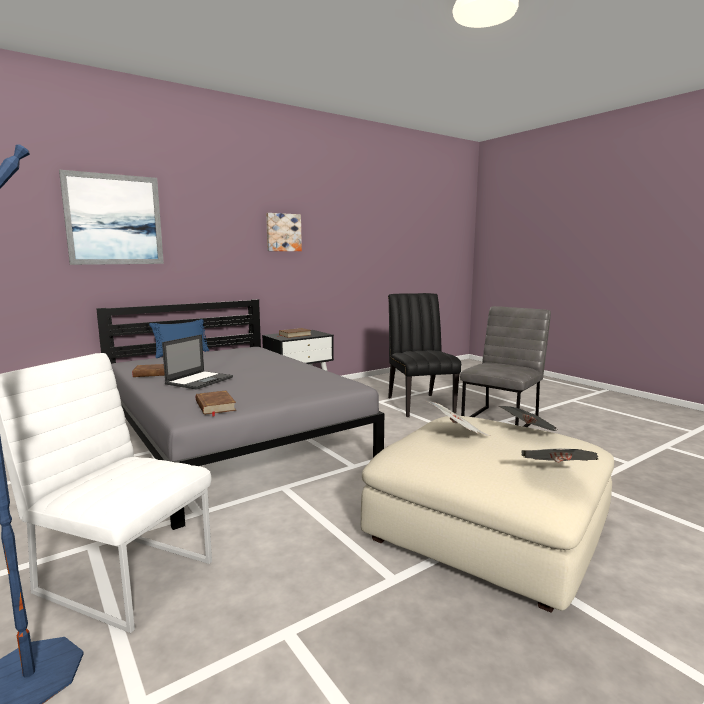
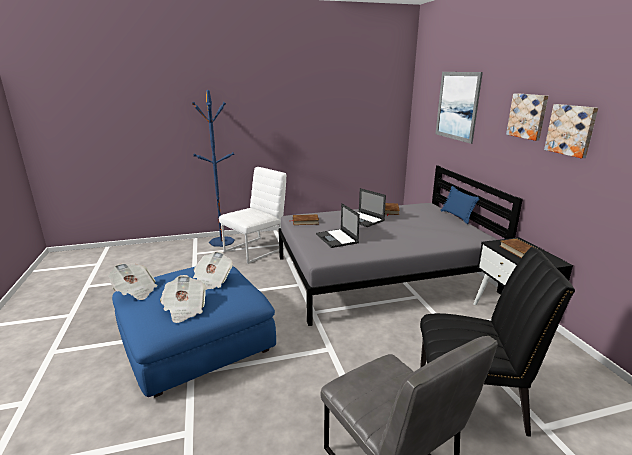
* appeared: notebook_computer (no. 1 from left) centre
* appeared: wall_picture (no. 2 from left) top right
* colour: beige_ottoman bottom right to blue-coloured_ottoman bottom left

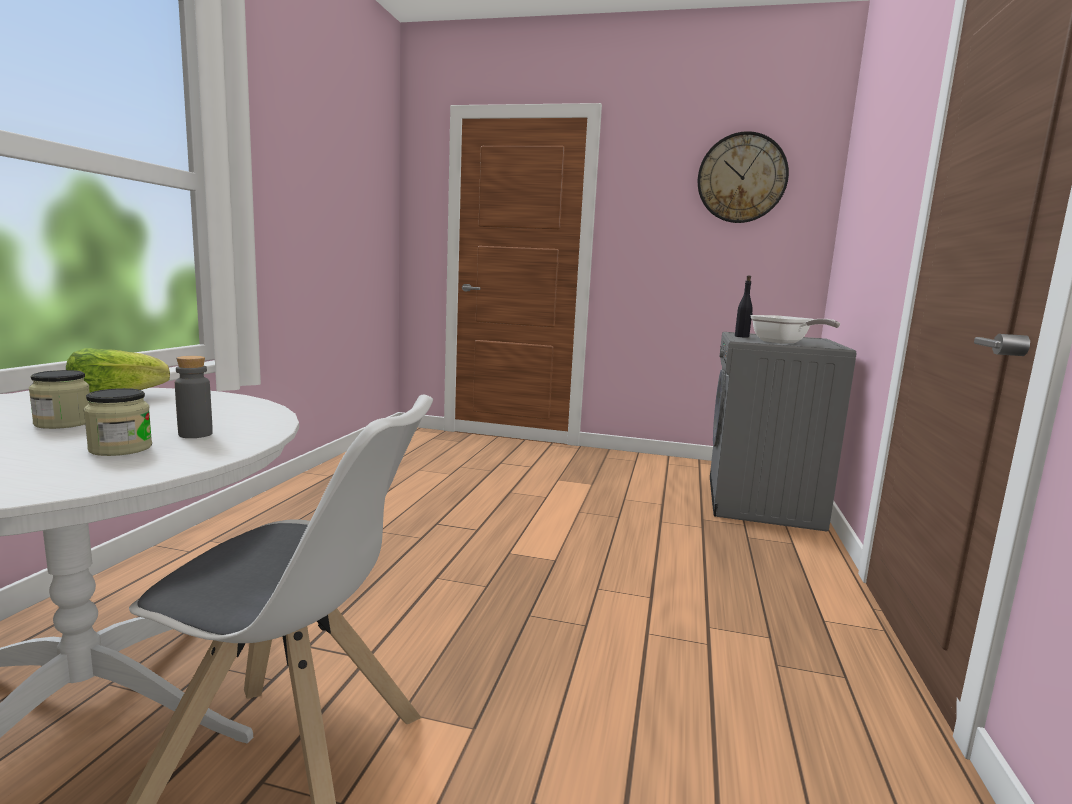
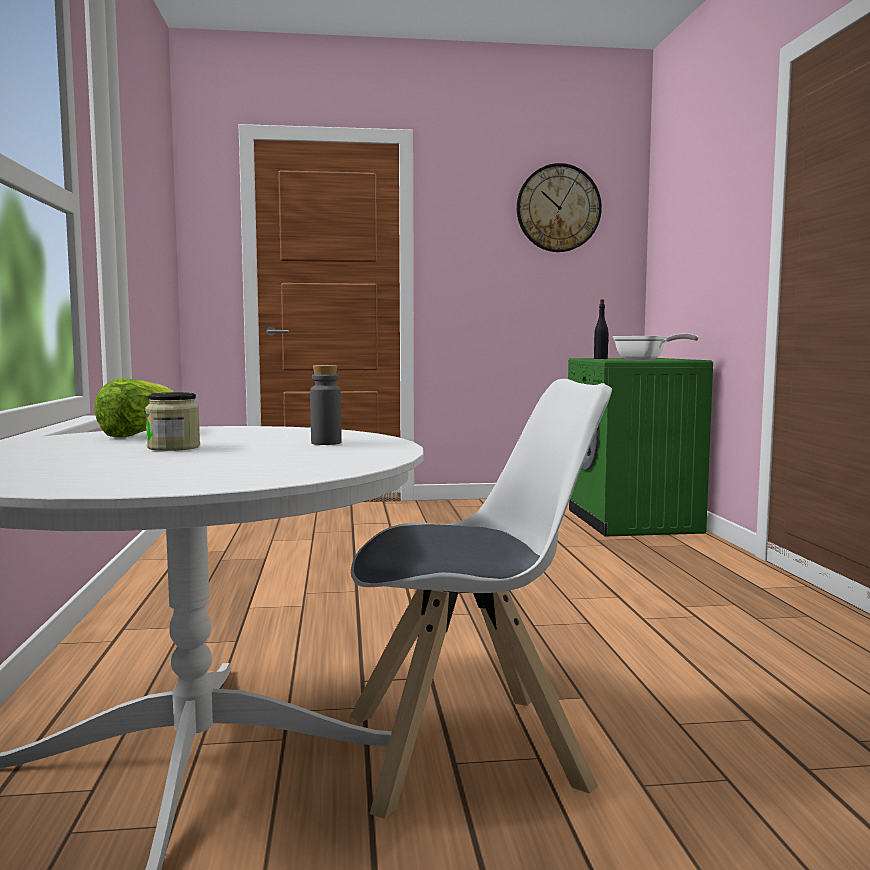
* missing: jar (no. 2 from left) middle left
* colour: gray_washing_machine middle right to green_washing_machine middle right

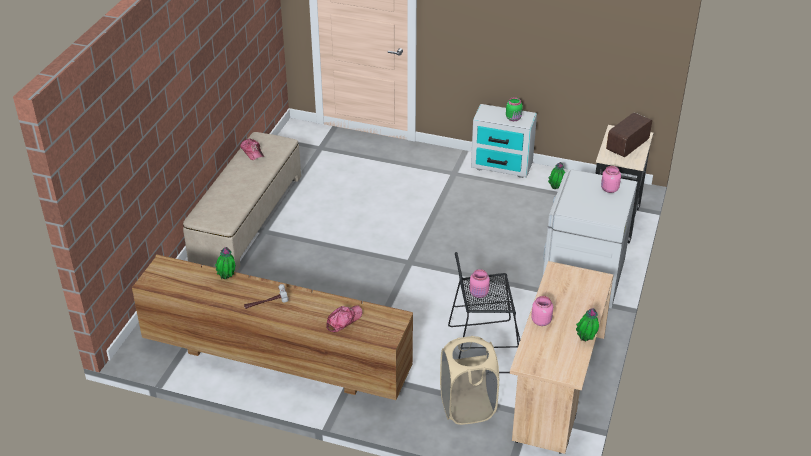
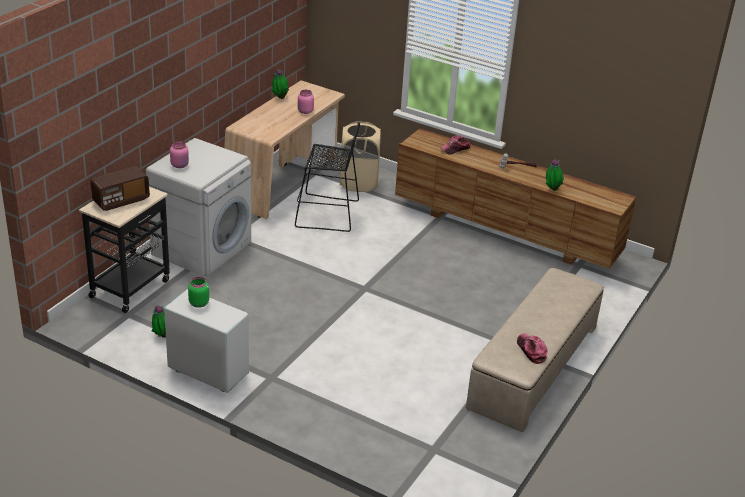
* missing: pink-coloured_jar (no. 1 from left) centre

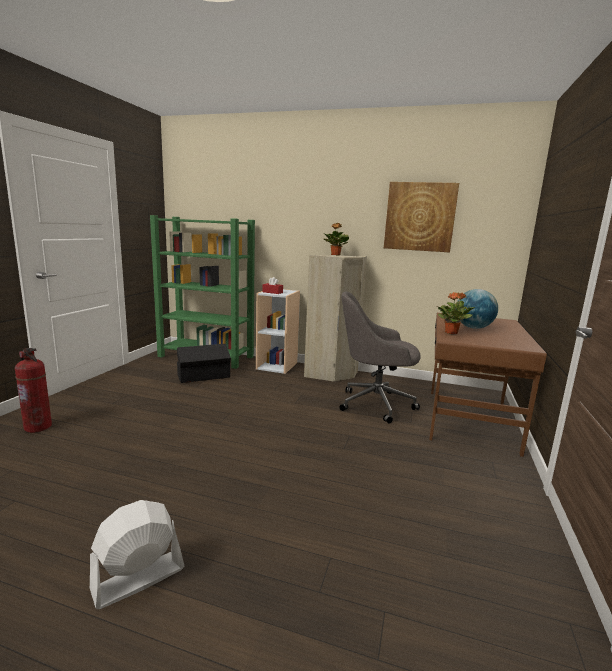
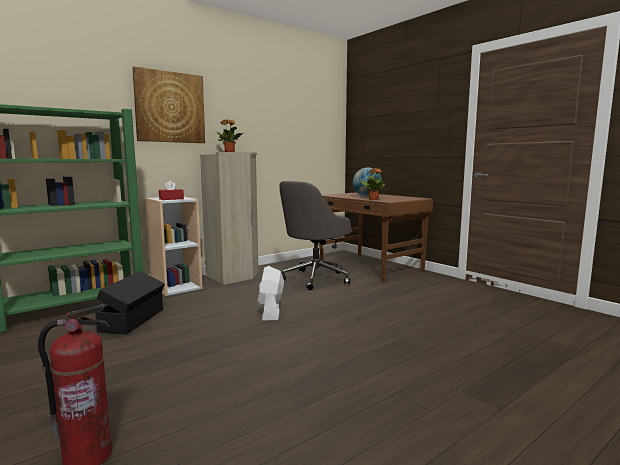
* relocated: white_cooling_fan bottom left to centre
* relocated: wall_picture top right to top left

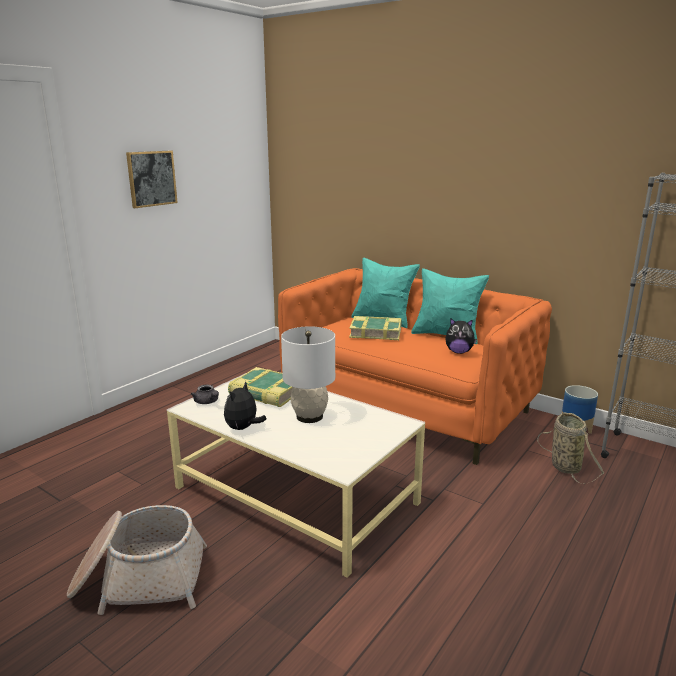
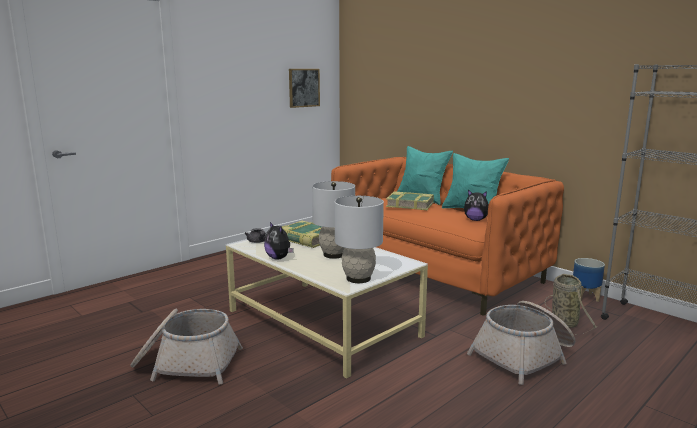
* appeared: white_tabletop_lamp (no. 2 from left) centre
* appeared: storage_basket (no. 2 from left) bottom right
* relocated: wall_picture top left to top centre
* spun: soft_toy (no. 1 from left) centre = centre 75 degrees counterclockwise

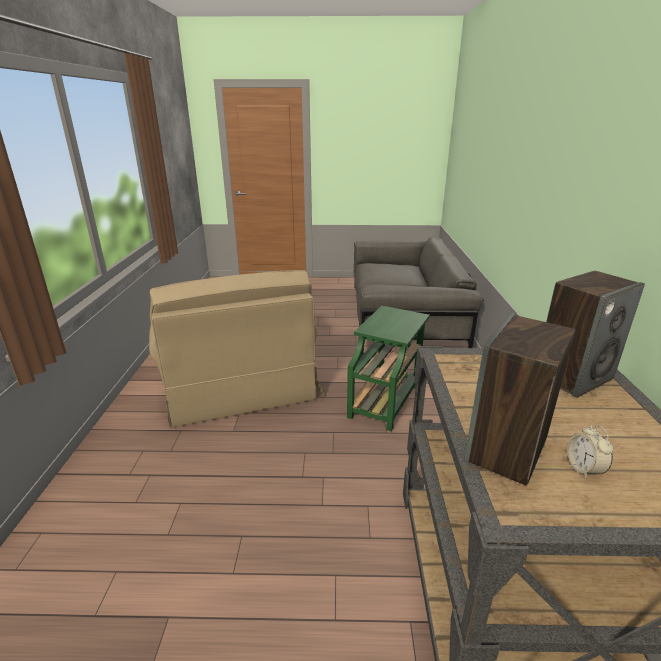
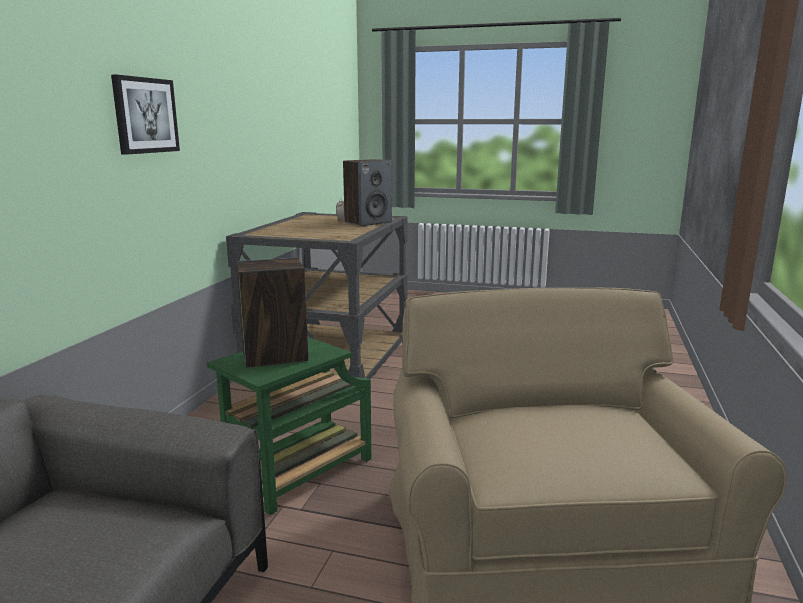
* appeared: wall_picture top left
* relocated: speaker (no. 2 from left in the first image) middle right to speaker (no. 1 from left) centre

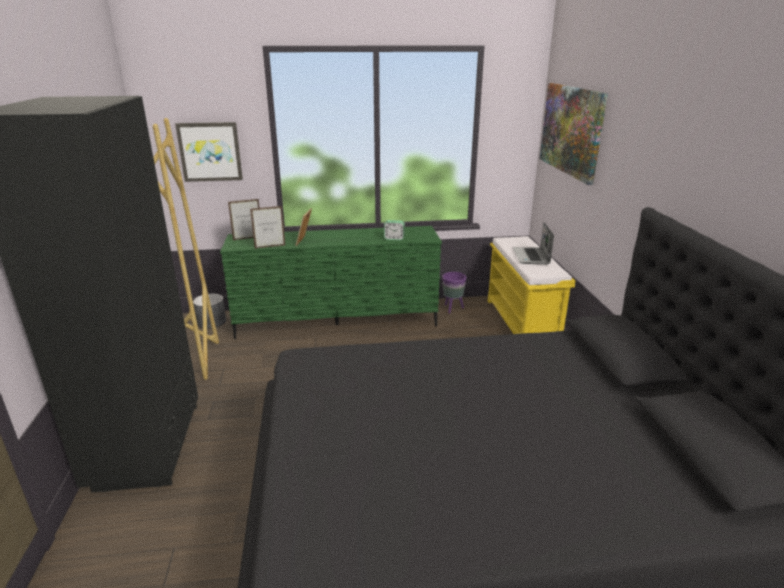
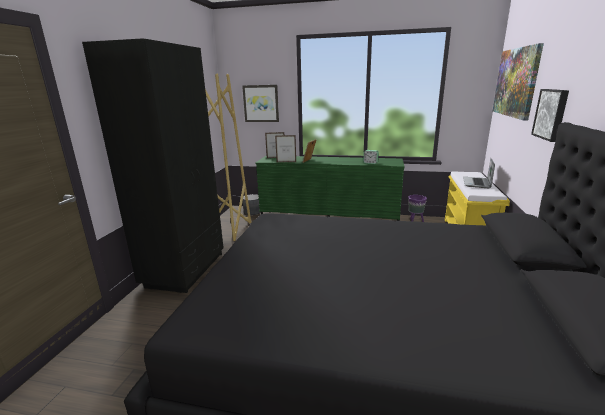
* appeared: wall_picture (no. 3 from left) top right

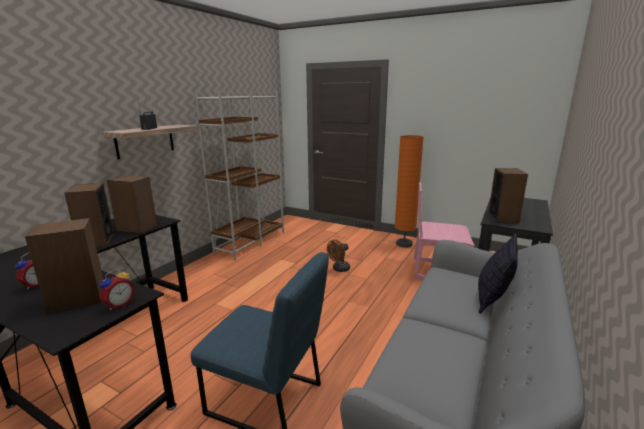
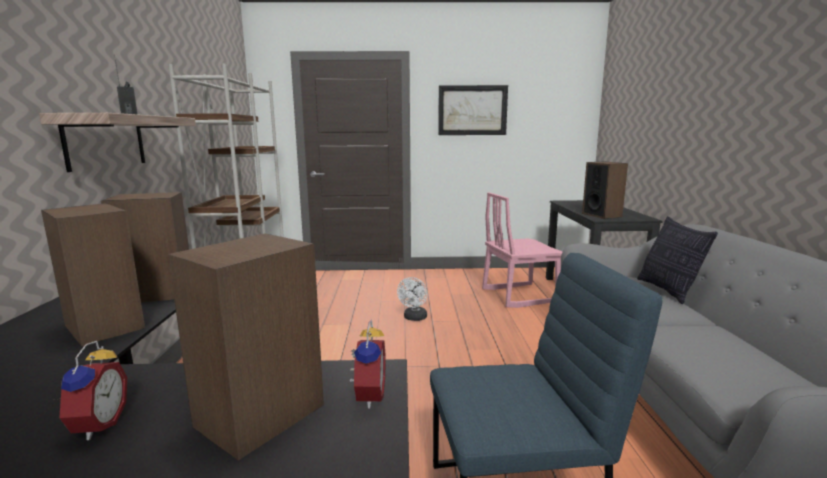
* missing: orange_standing_lamp centre
* appeared: wall_picture top centre
* colour: brownish_cooling_fan centre to white_cooling_fan centre

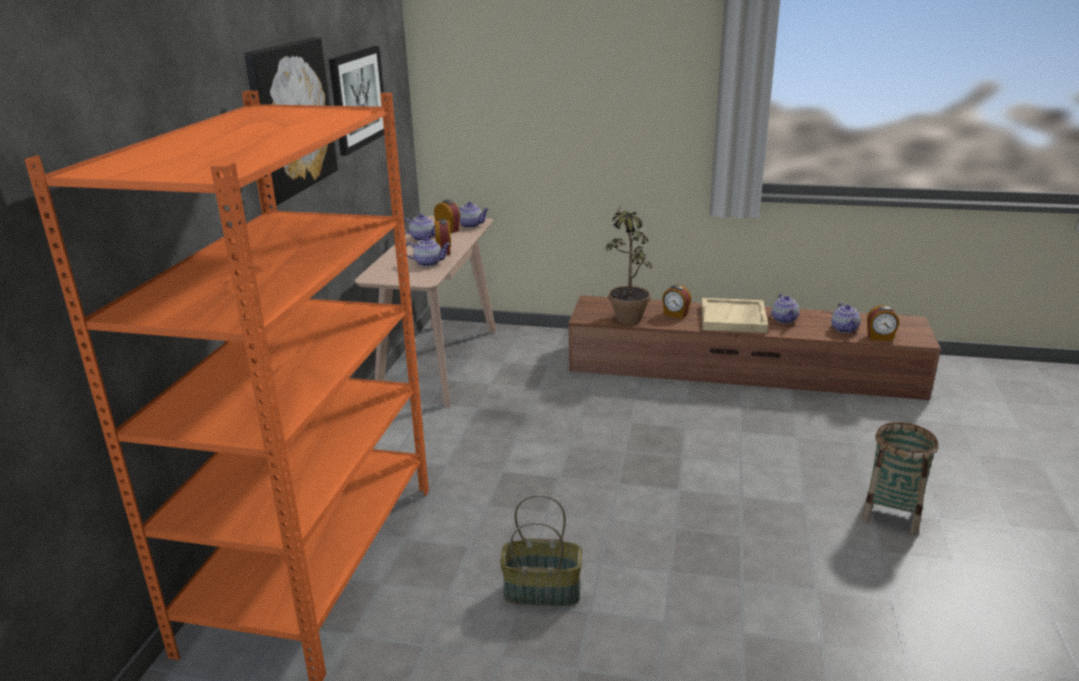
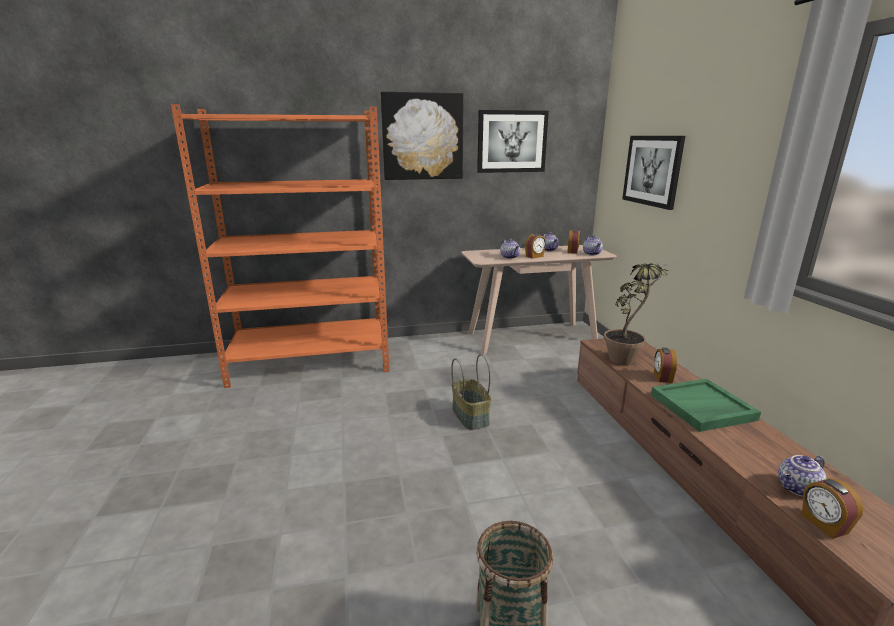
* missing: pot_for_tea (no. 4 from left) middle right
* appeared: wall_picture (no. 3 from left) top right
* relocated: storage_basket (no. 1 from left) bottom centre to centre
* colour: beige_carrying_tray middle right to green_carrying_tray middle right

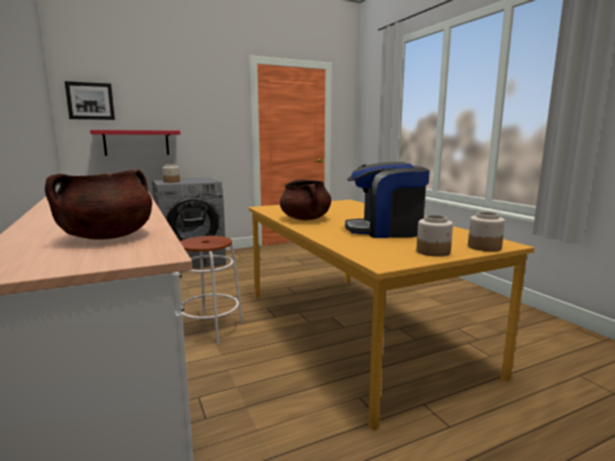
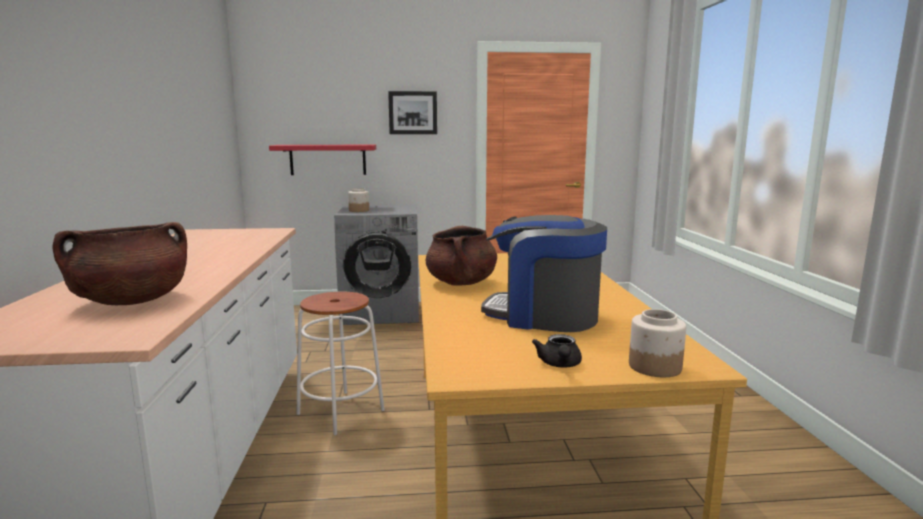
* relocated: wall_picture top left to top centre
* exchanged: jar (no. 2 from left) middle right to black-coloured_pot_for_tea bottom centre

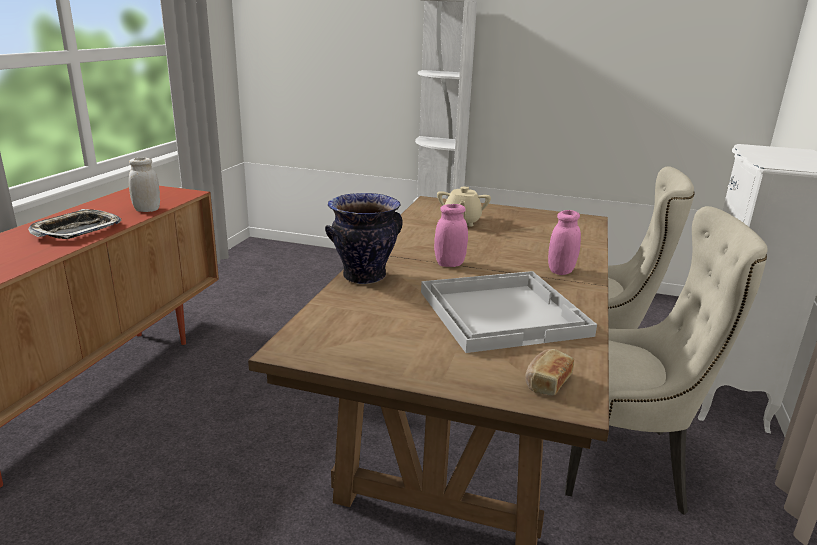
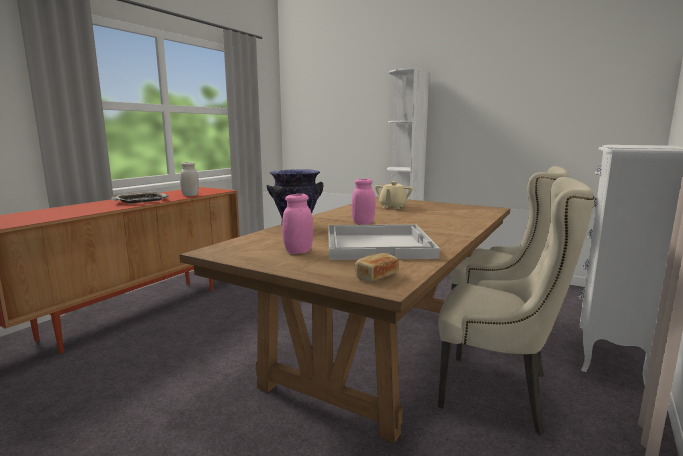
* relocated: pink-coloured_jar (no. 2 from left in the first image) middle right to pink-coloured_jar (no. 1 from left) centre

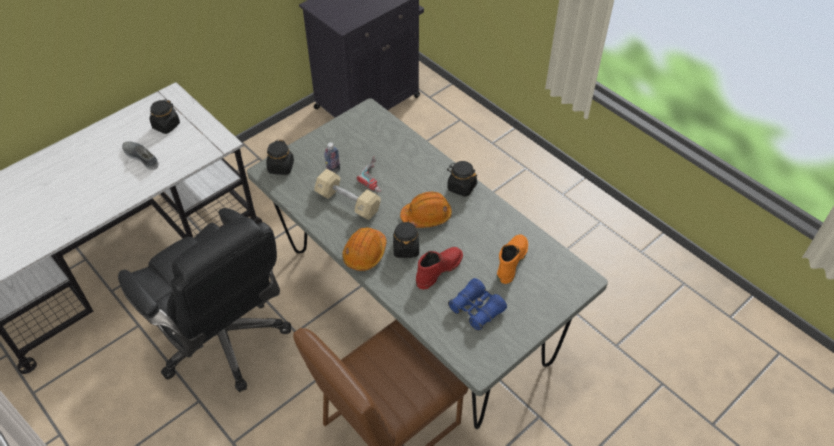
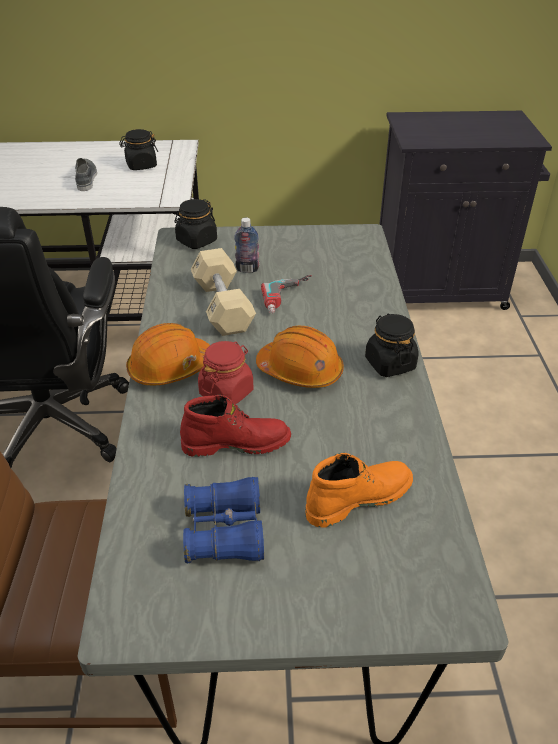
* colour: black-coloured_jar (no. 3 from left) centre to reddish_jar centre

